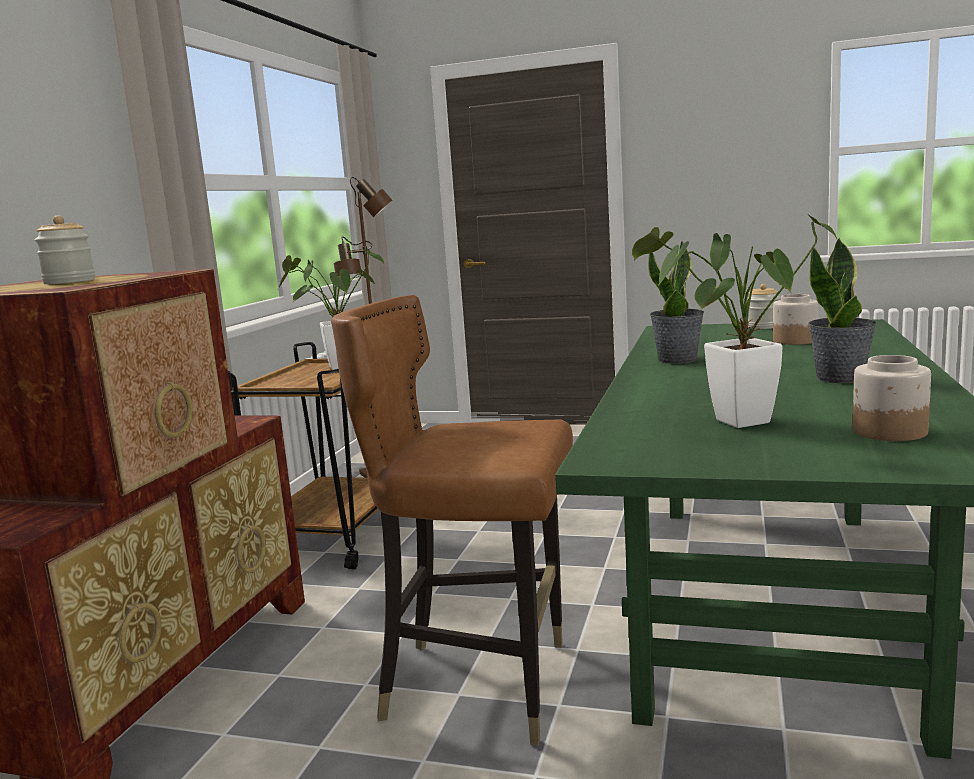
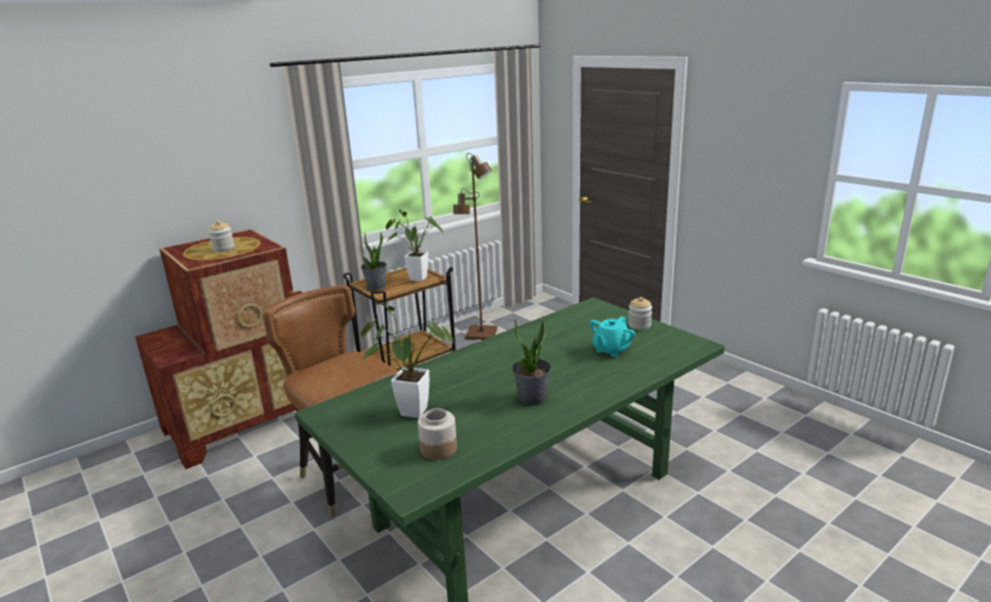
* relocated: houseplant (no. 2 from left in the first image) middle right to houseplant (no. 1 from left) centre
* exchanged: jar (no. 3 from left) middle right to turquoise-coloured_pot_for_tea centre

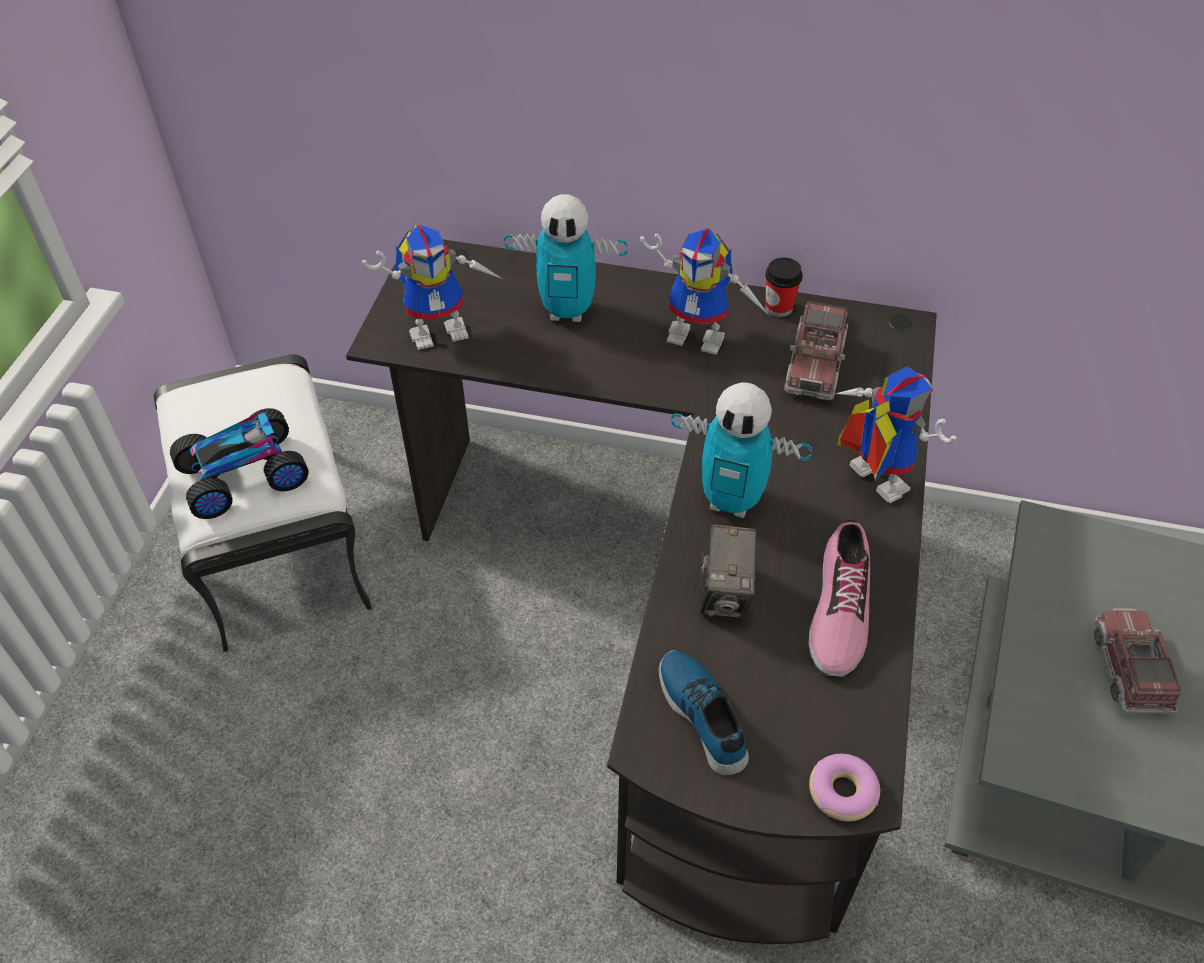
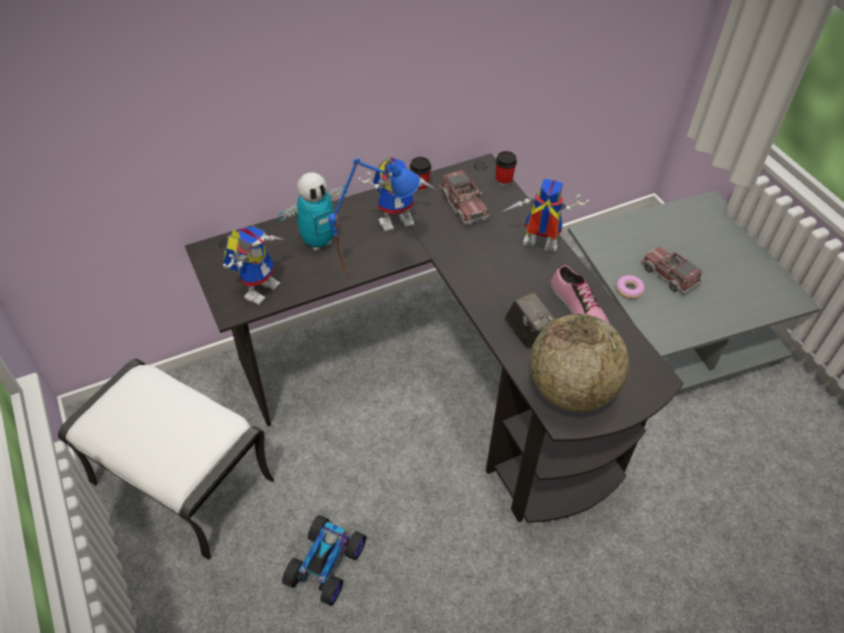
* missing: toy_robot (no. 4 from left) centre
* appeared: blue-coloured_tabletop_lamp centre
* appeared: small_cup (no. 2 from left) top centre
* relocated: miniature_car middle left to bottom centre
* relocated: donut bottom right to middle right
* exchanged: low_shoe (no. 1 from left) bottom centre to desk_globe middle right

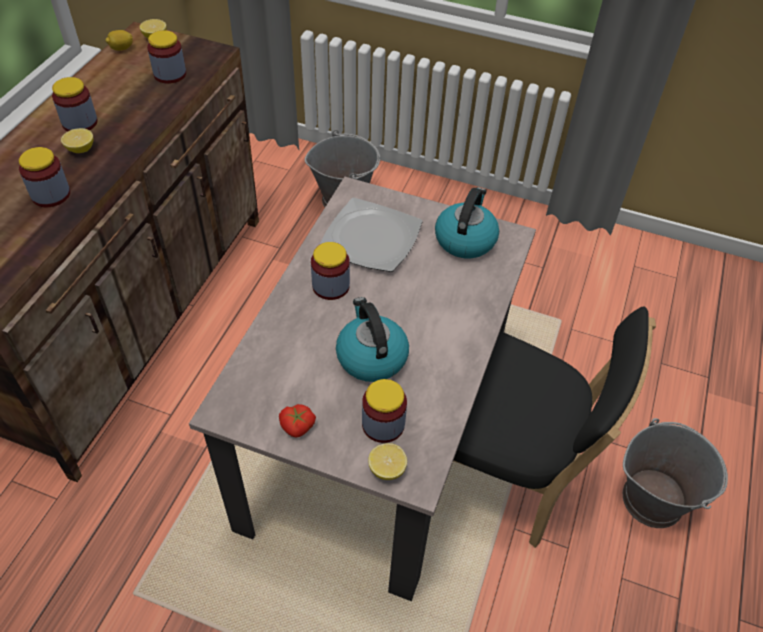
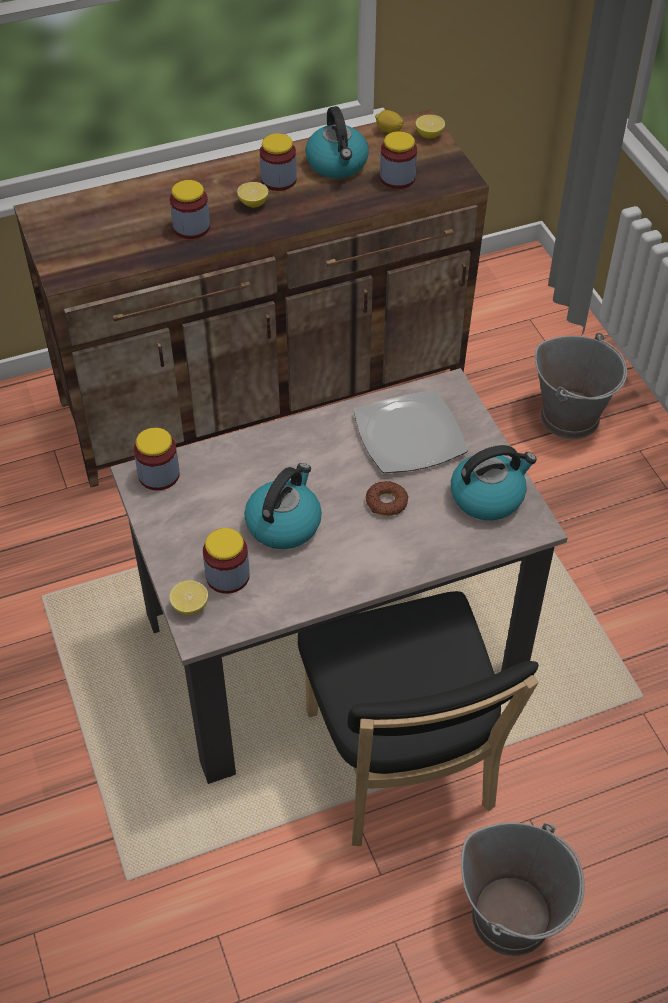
* missing: tomato centre
* appeared: tea_kettle (no. 2 from left) top centre
* appeared: donut centre
* relocated: jar (no. 4 from left in the first image) centre to jar (no. 1 from left) middle left

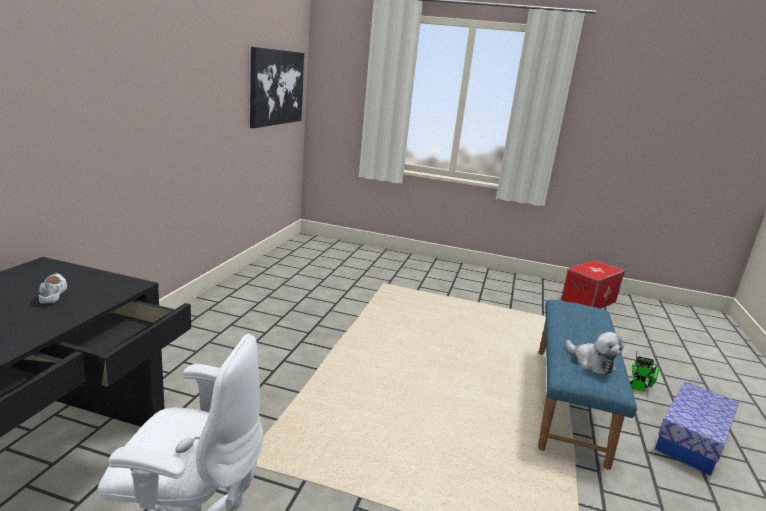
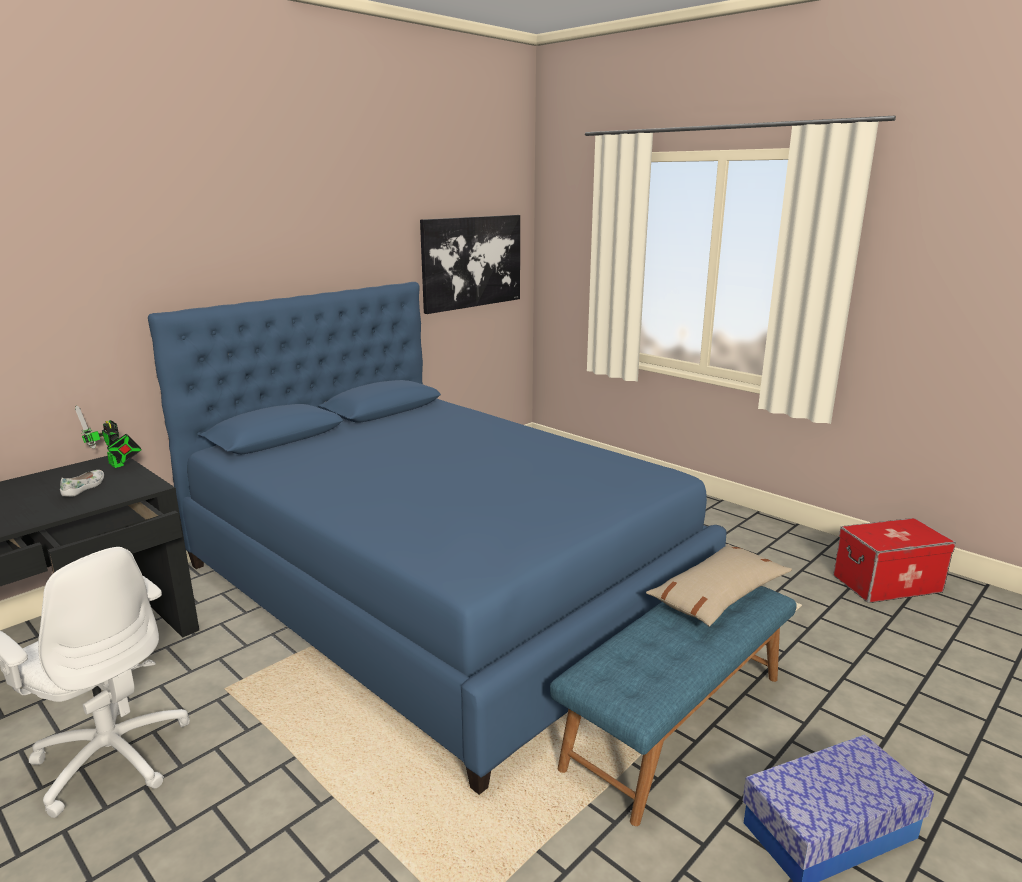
* missing: soft_toy bottom right
* appeared: blue-coloured_sleeping_bed centre
* appeared: beige_pillow middle right
* relocated: toy_robot bottom right to middle left

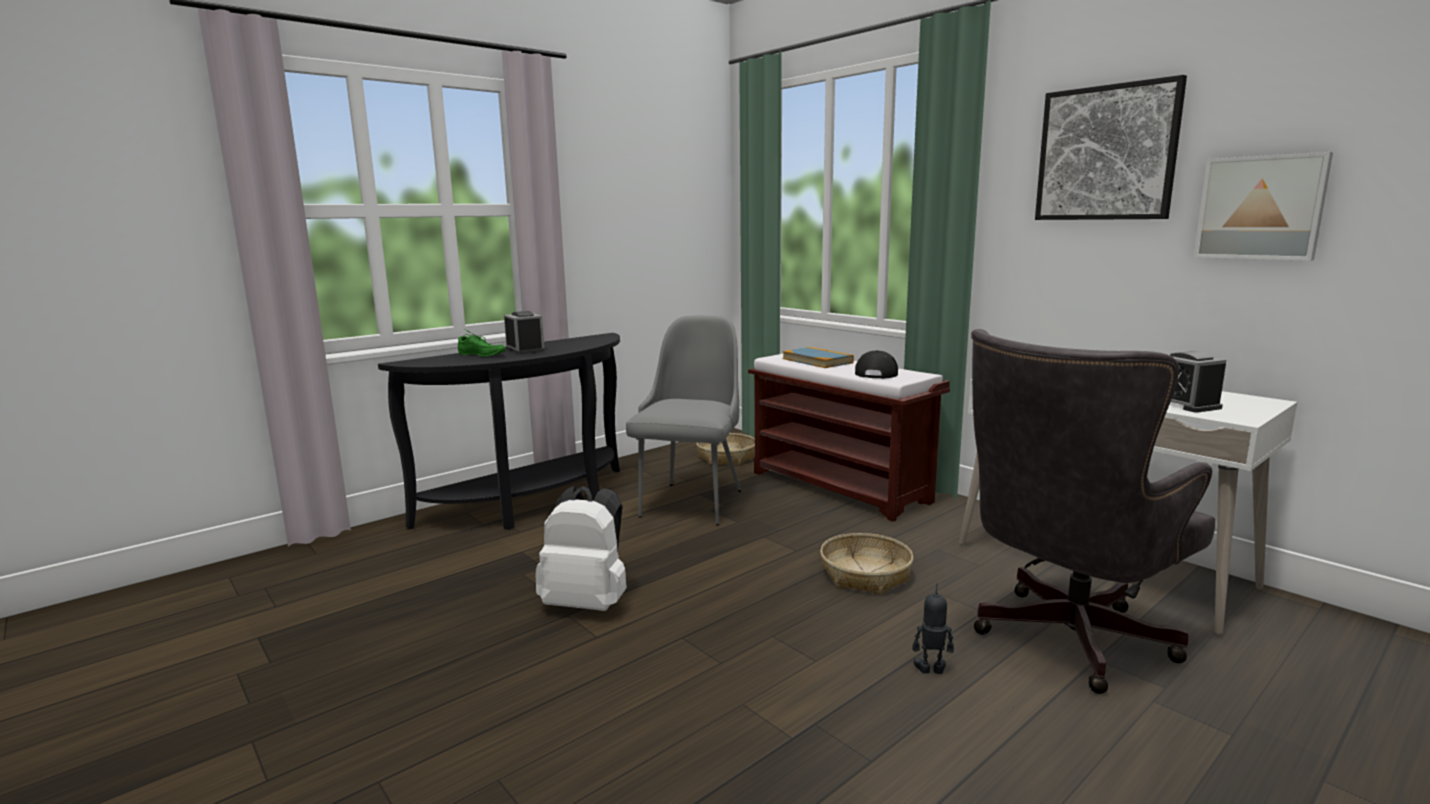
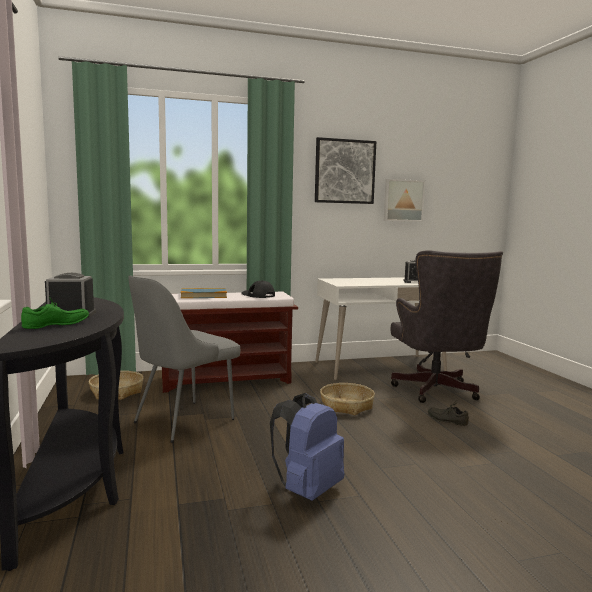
* exchanged: toy_robot bottom centre to gray_low_shoe bottom right
* colour: white_backpack bottom centre to blue-coloured_backpack bottom centre
* spun: gray_plain_chair centre = middle left 90 degrees counterclockwise

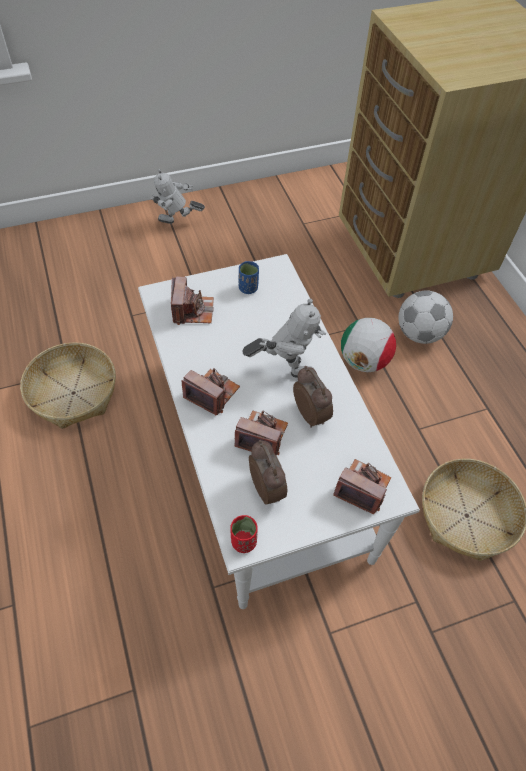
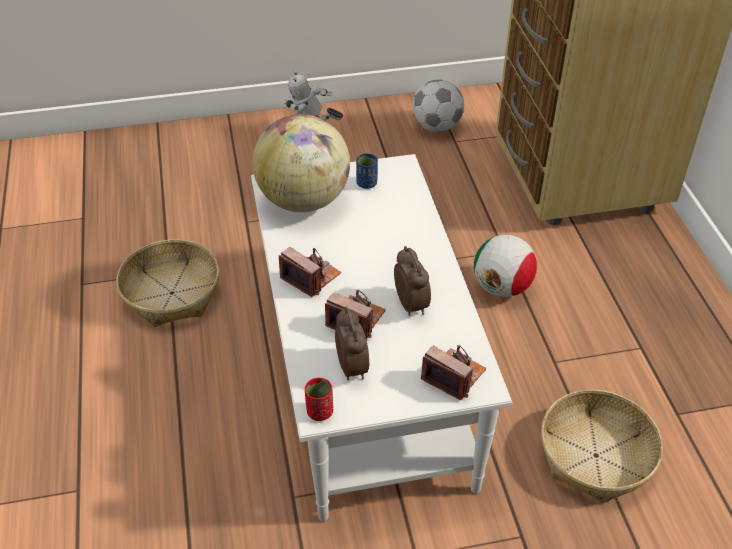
* missing: toy_robot (no. 2 from left) centre
* relocated: football_ball (no. 2 from left in the first image) middle right to football_ball (no. 1 from left) top centre
* exchanged: still_camera (no. 1 from left) centre to desk_globe top centre

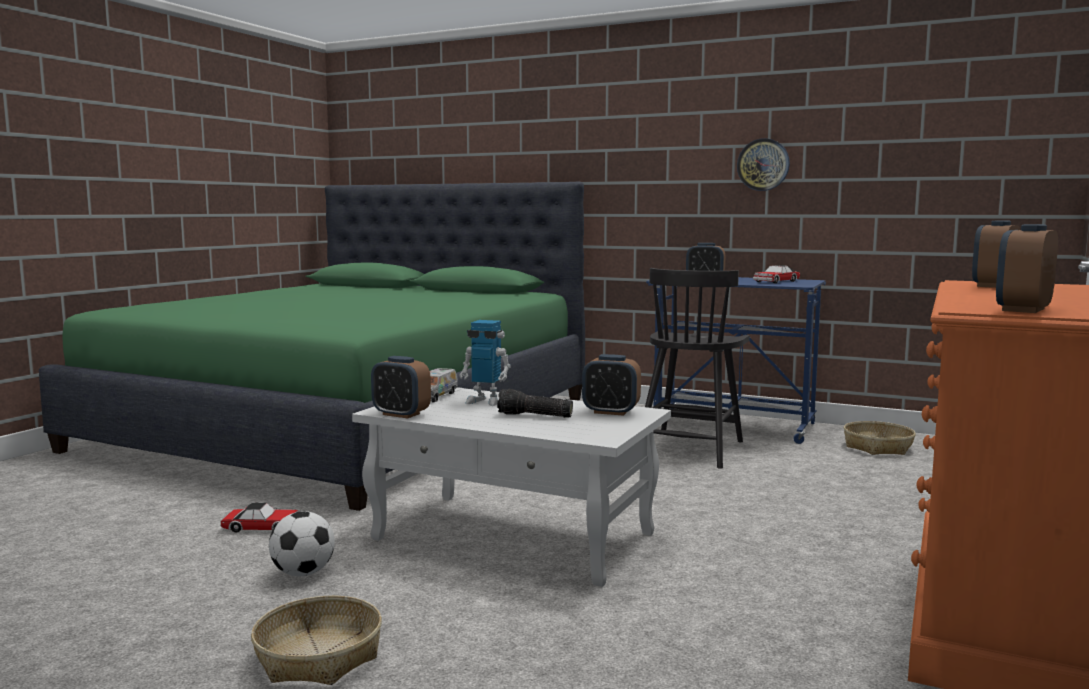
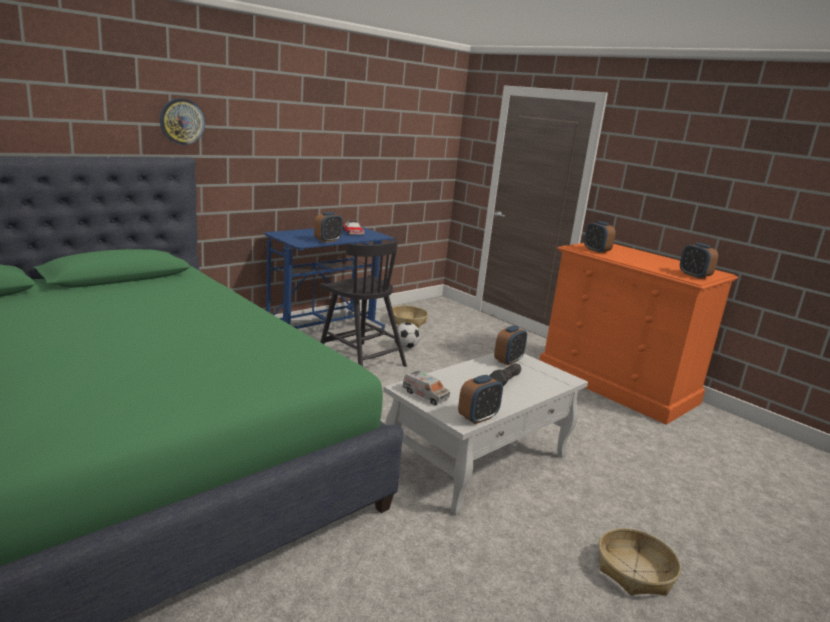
* missing: miniature_car (no. 1 from left) bottom left
* missing: toy_robot centre
* relocated: football_ball bottom left to centre
* relocated: hanging_clock top right to top left

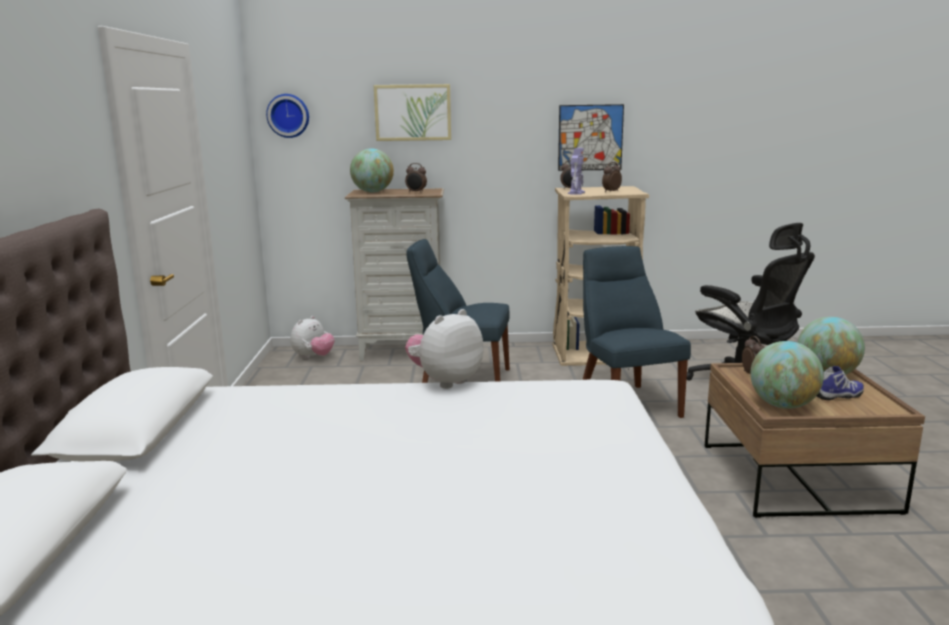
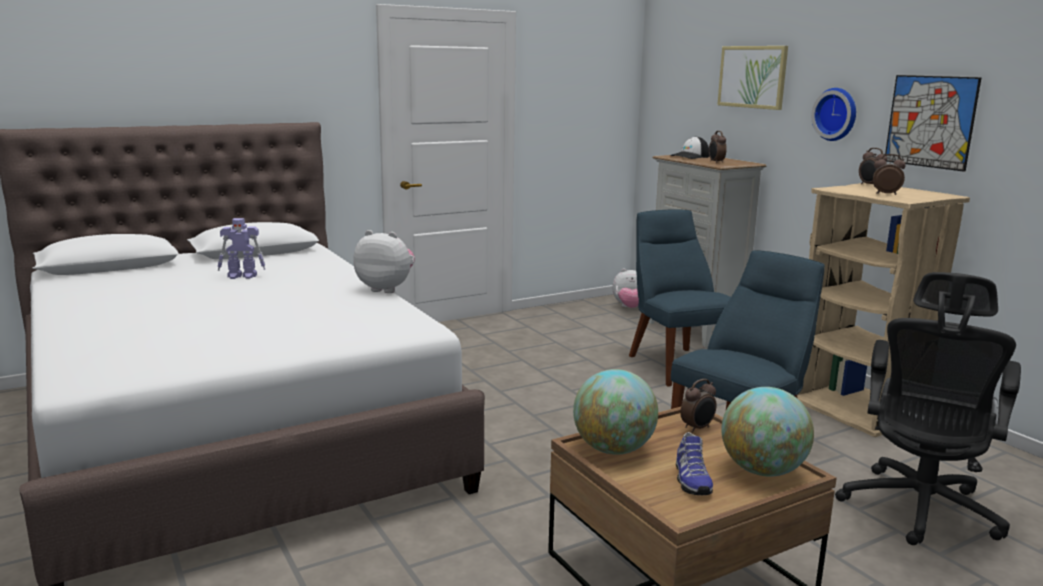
* relocated: hanging_clock top left to top right
* relocated: toy_robot top centre to middle left
* exchanged: desk_globe (no. 1 from left) top centre to peaked_cap top centre
* spun: low_shoe middle right = bottom centre 45 degrees clockwise

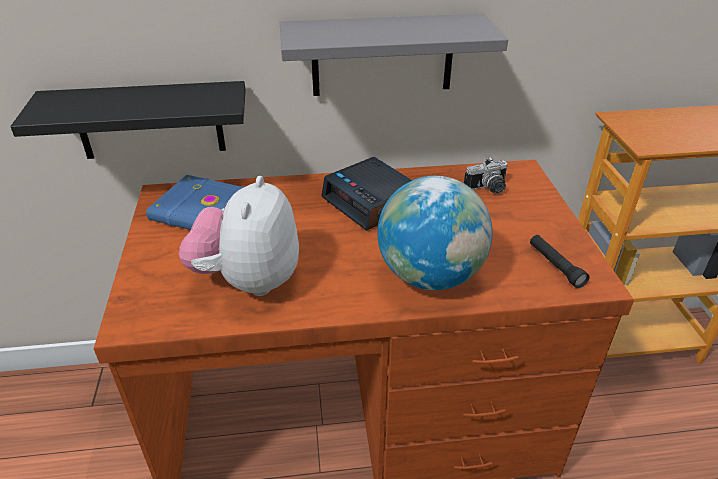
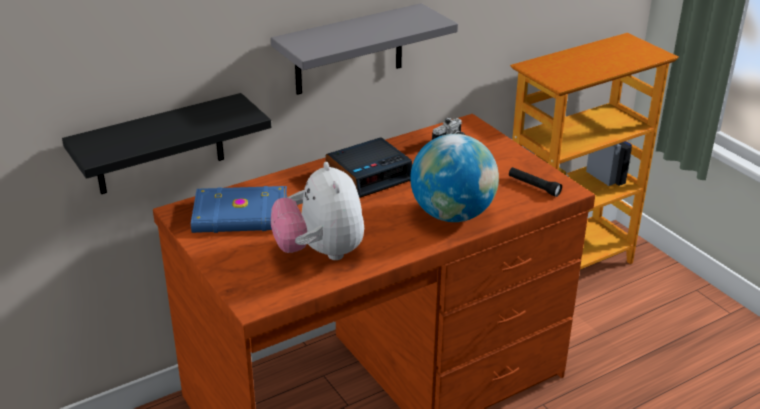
* spun: bedside_clock centre = centre 60 degrees counterclockwise

